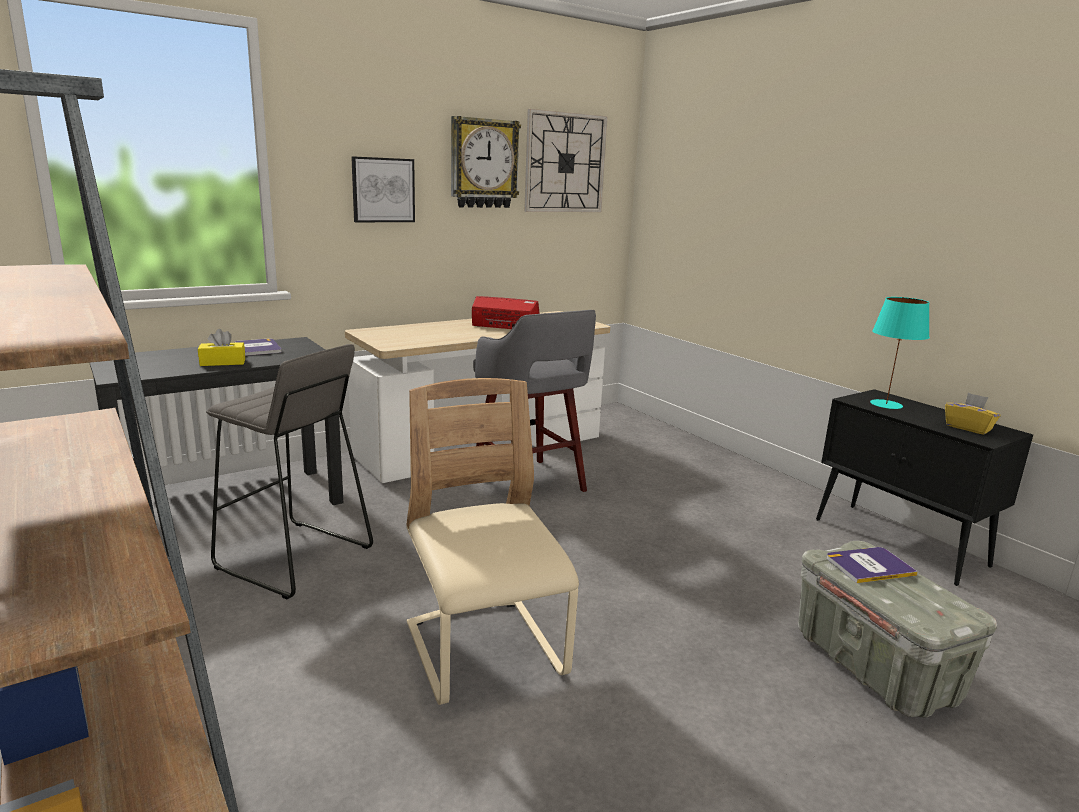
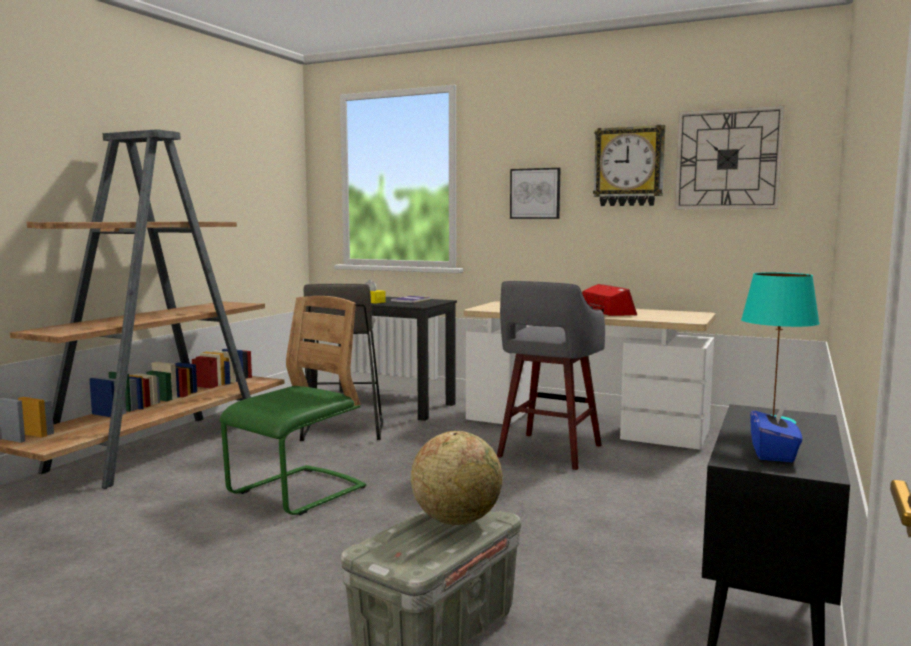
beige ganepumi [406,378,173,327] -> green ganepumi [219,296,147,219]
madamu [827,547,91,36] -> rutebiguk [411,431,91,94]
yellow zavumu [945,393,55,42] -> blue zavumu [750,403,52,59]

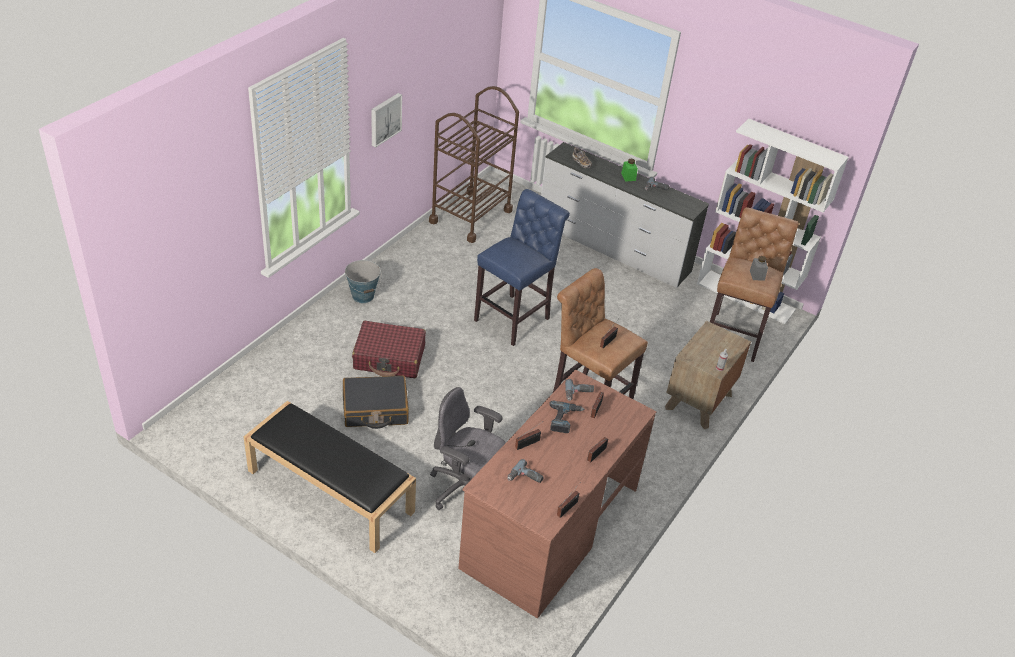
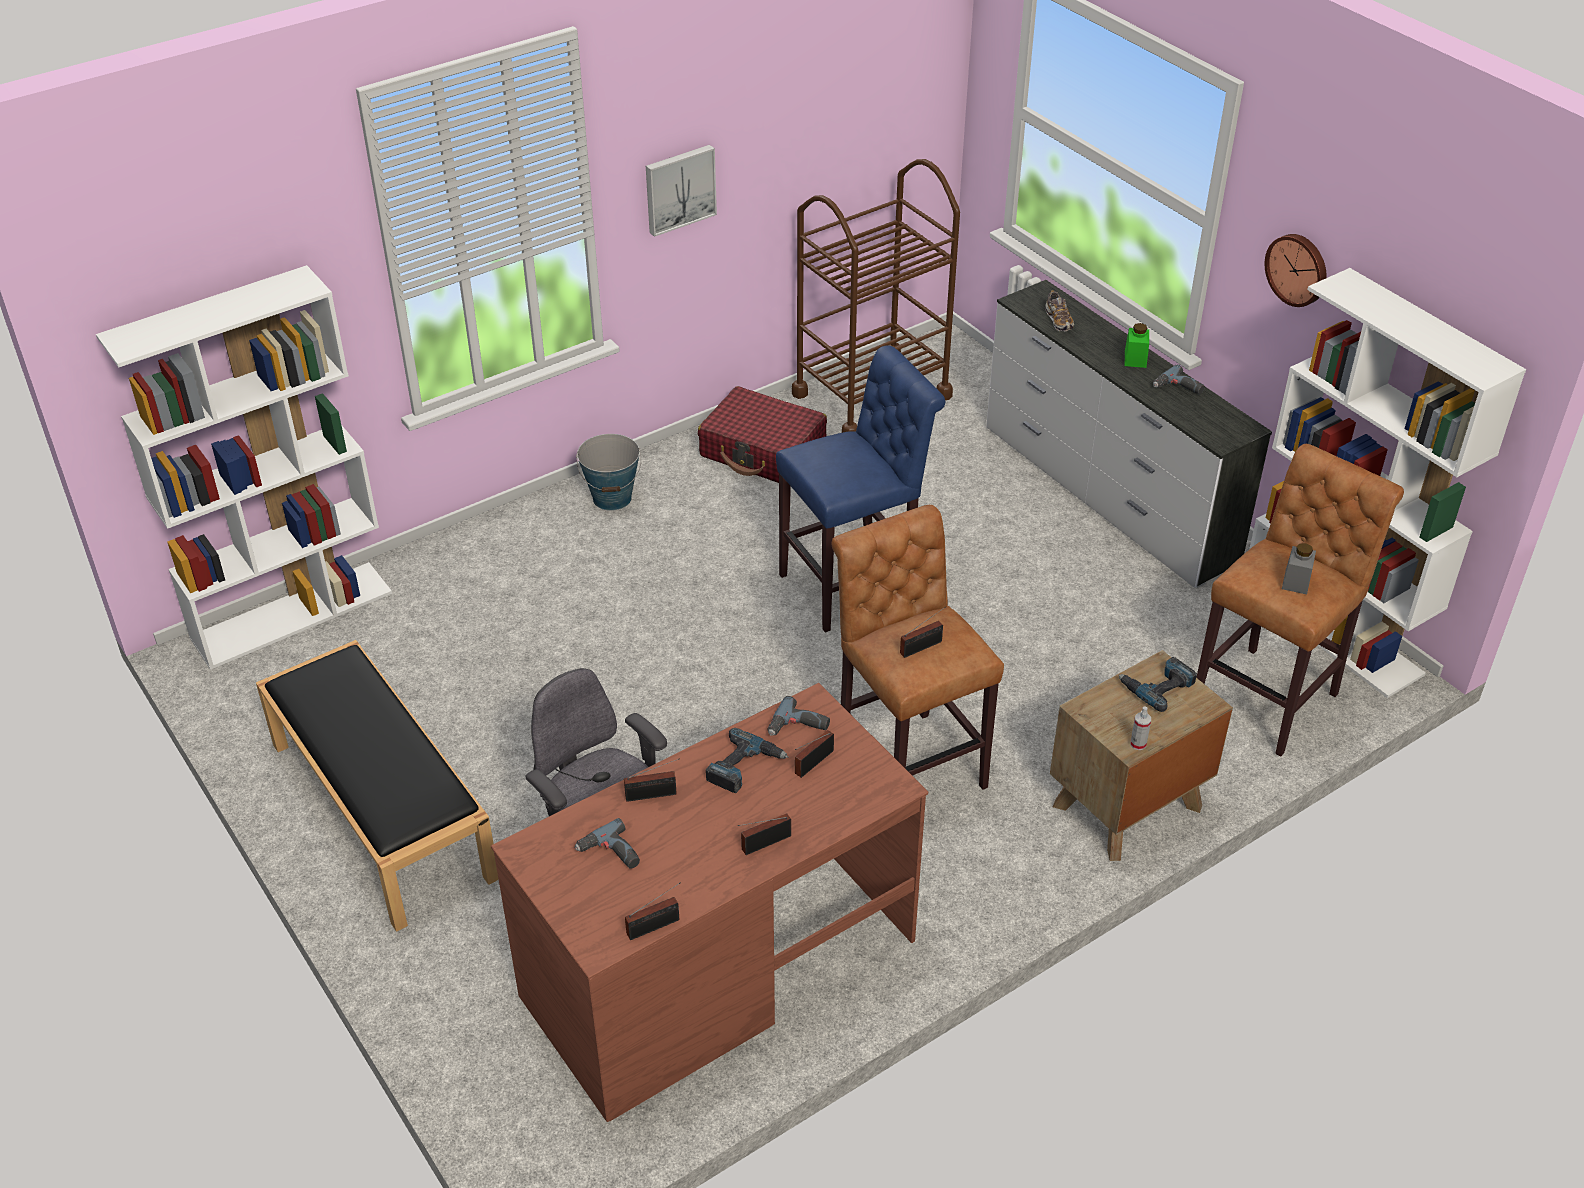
none -> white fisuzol [96,265,296,405]
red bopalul [352,321,74,57] -> red bopalul [698,386,129,97], shifted
none -> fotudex [1119,657,78,55]
none -> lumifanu [1265,234,62,73]
black bopalul [343,375,66,54] -> none

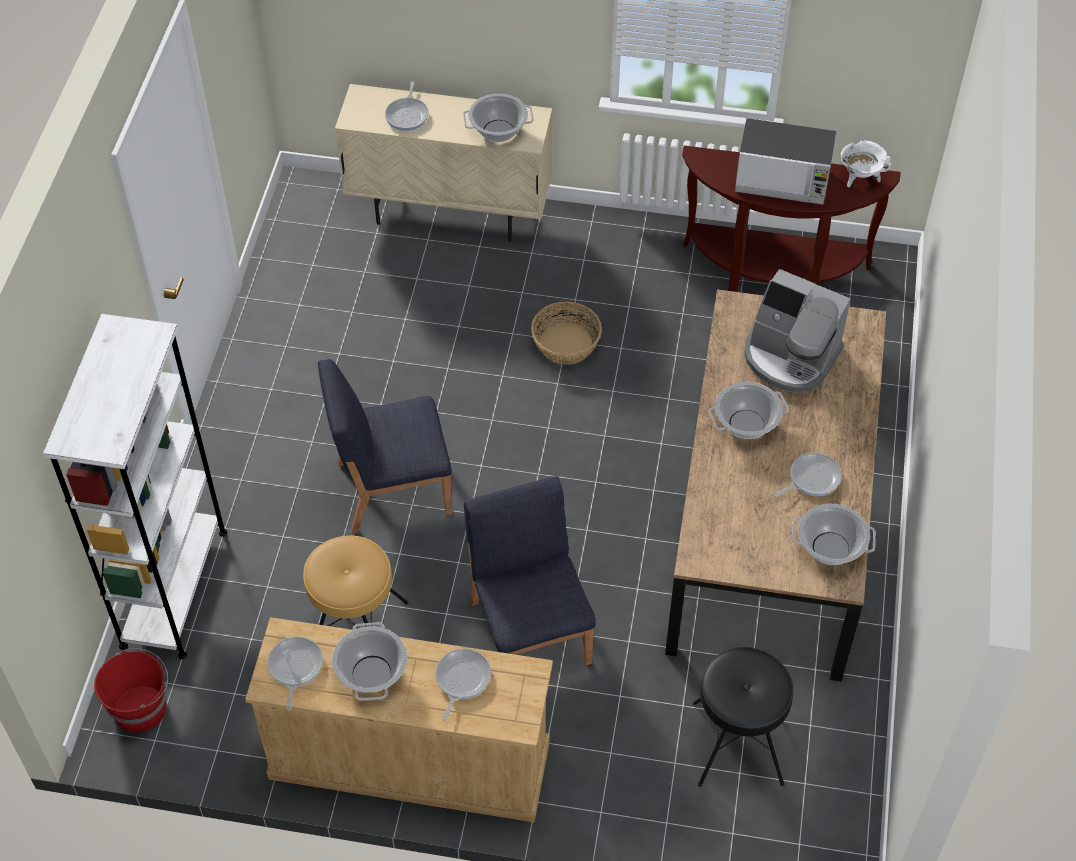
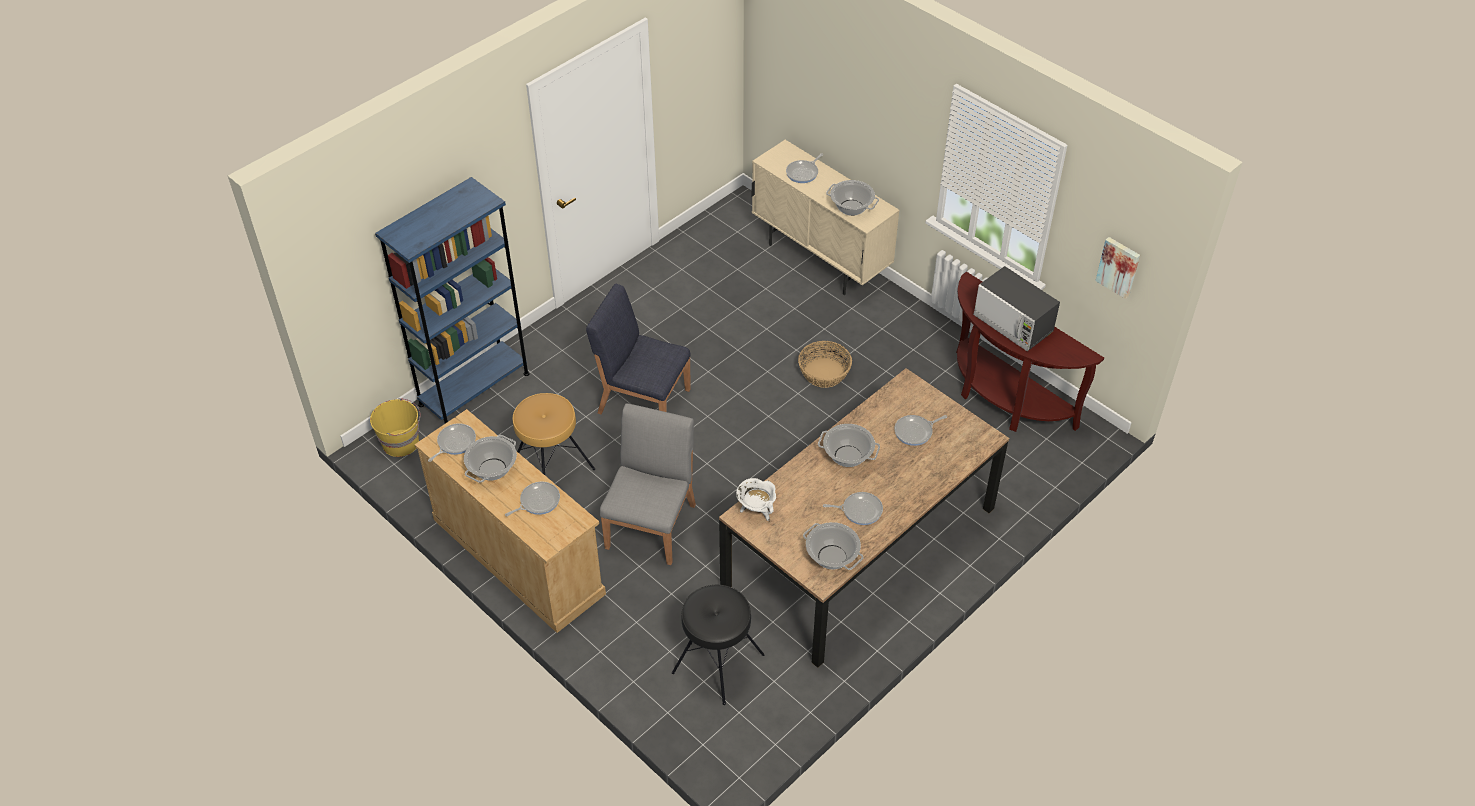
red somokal [94,648,74,85] -> yellow somokal [370,398,50,59]
white fisuzol [43,314,184,345] -> blue fisuzol [375,177,154,246]
blue ganepumi [464,476,131,189] -> grey ganepumi [600,403,96,162]
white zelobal [841,140,50,48] -> white zelobal [736,478,40,43], shifted
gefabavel [744,269,107,124] -> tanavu [894,415,53,31]
none -> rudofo [1095,237,45,62]

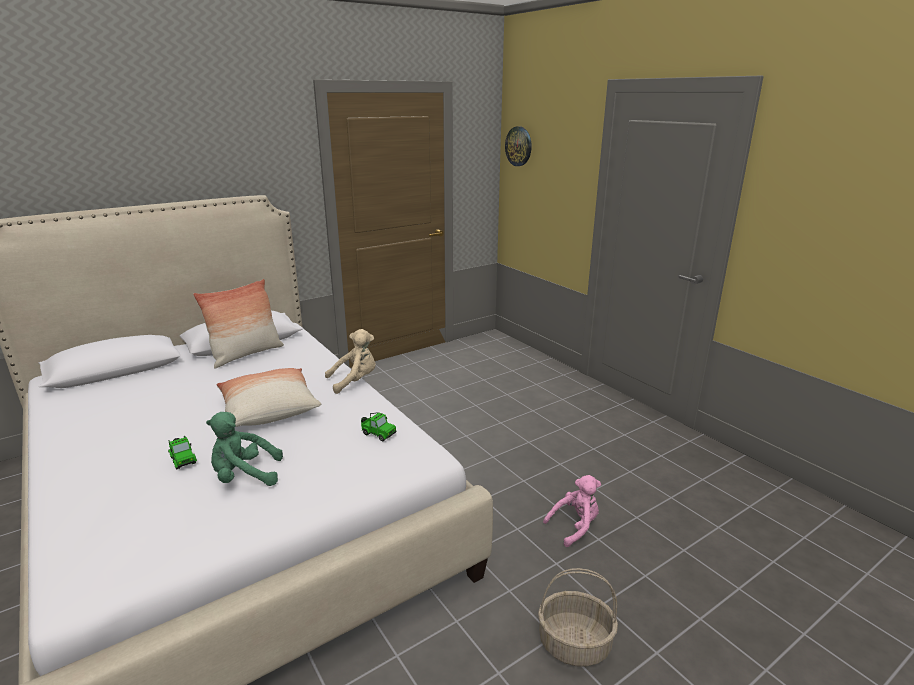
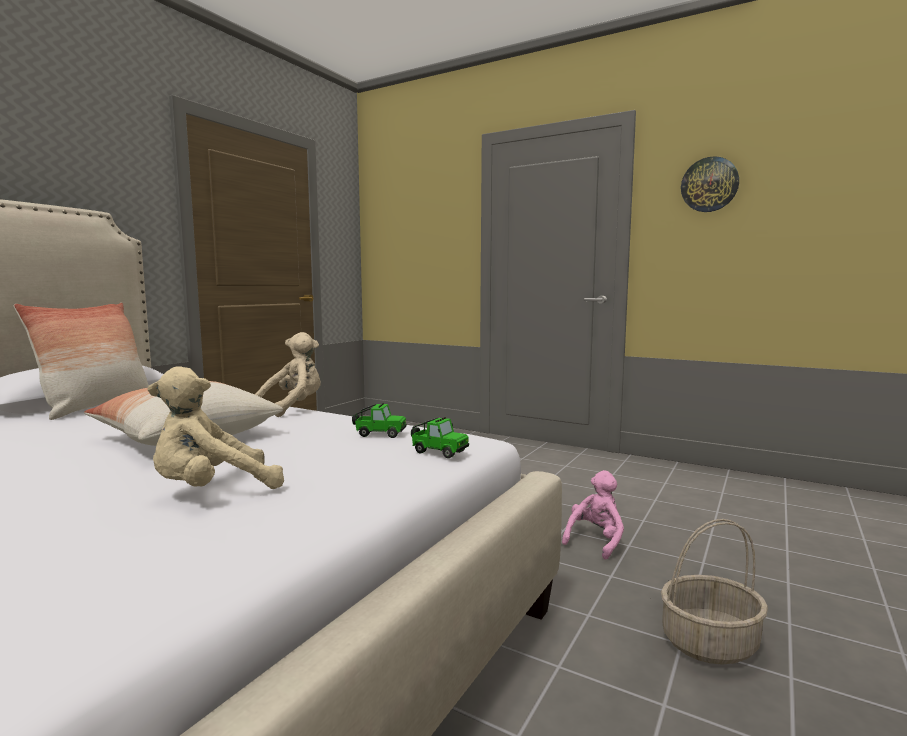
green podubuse [206,412,77,74] -> beige podubuse [148,366,136,123]
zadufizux [168,436,29,33] -> zadufizux [411,417,58,41], shifted
lumifanu [505,126,27,40] -> lumifanu [681,156,58,56], shifted

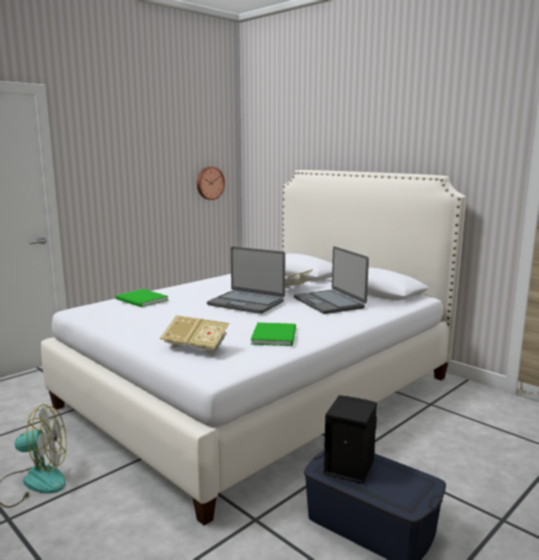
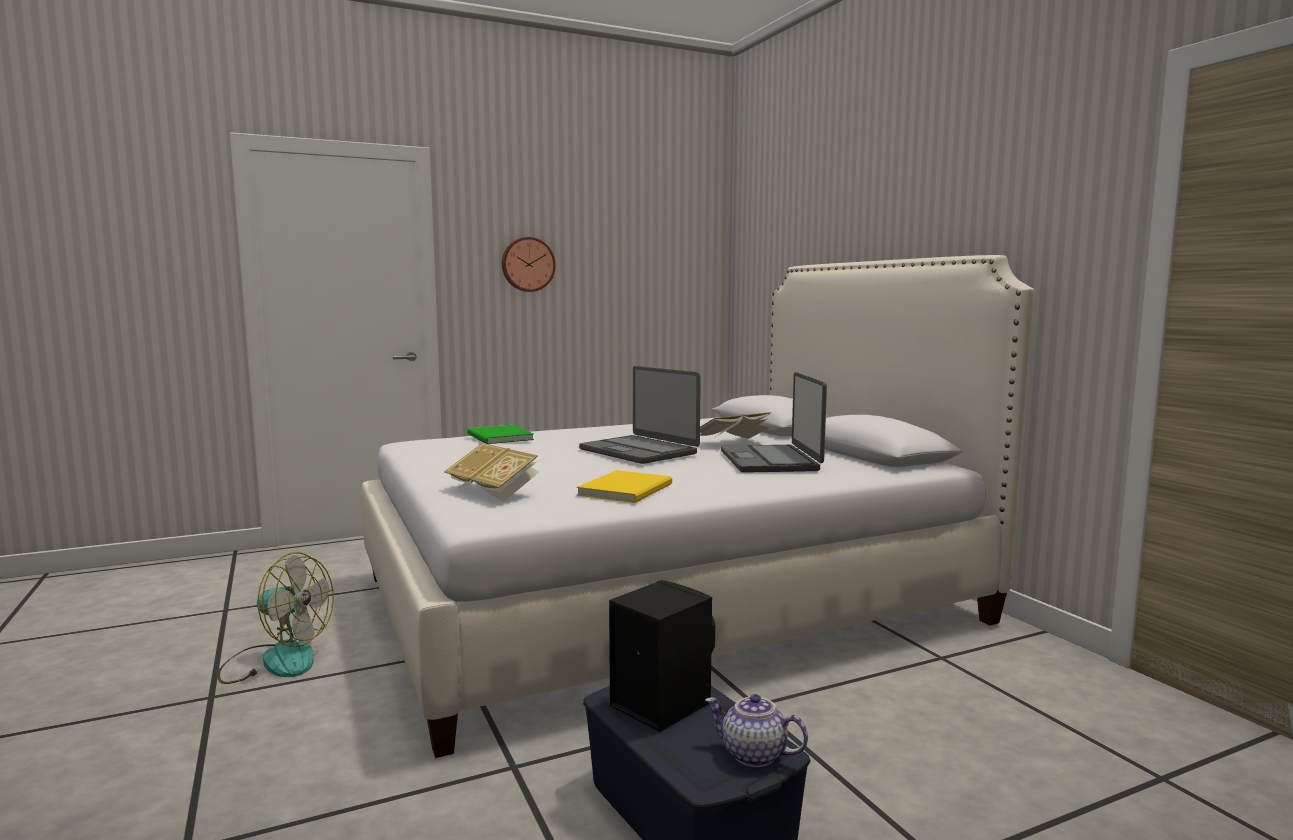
lumifanu [197,167,28,33] -> lumifanu [502,237,54,55], shifted
green madamu [251,322,45,24] -> yellow madamu [577,470,95,33]
none -> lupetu [705,694,103,73]

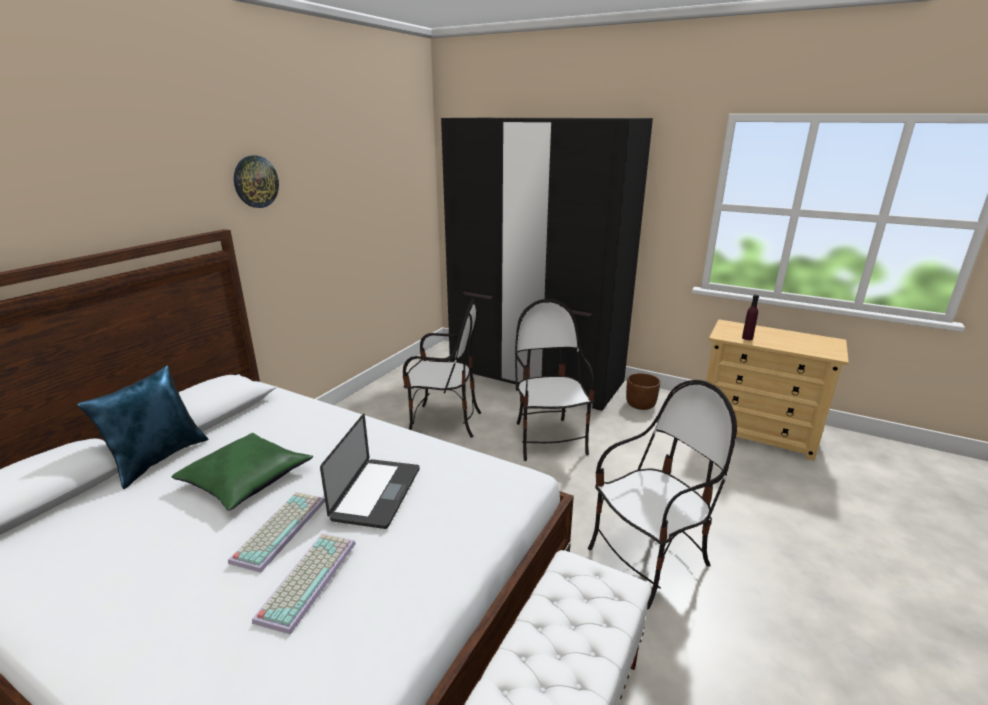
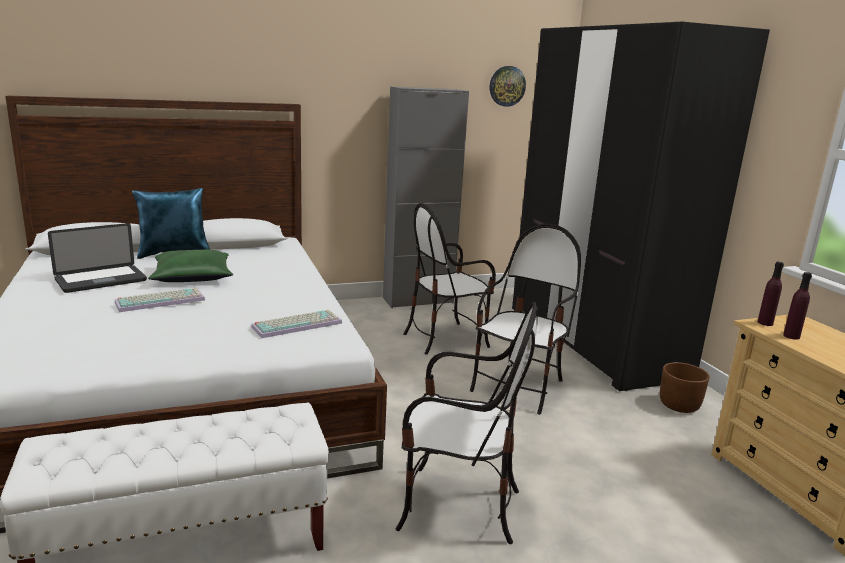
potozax [320,414,99,115] -> potozax [48,223,99,70], shifted
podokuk [252,533,104,102] -> podokuk [251,310,91,28], shifted
none -> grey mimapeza [383,86,86,222]
ganepumi [403,299,78,139] -> ganepumi [403,203,93,152], 105 degrees clockwise
lumifanu [234,155,45,53] -> lumifanu [490,66,36,41], shifted
none -> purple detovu [758,262,26,64]

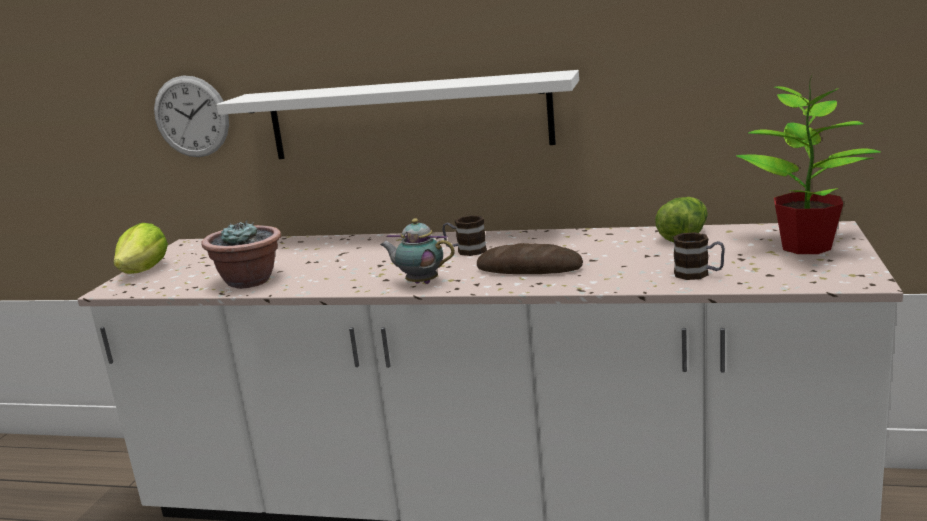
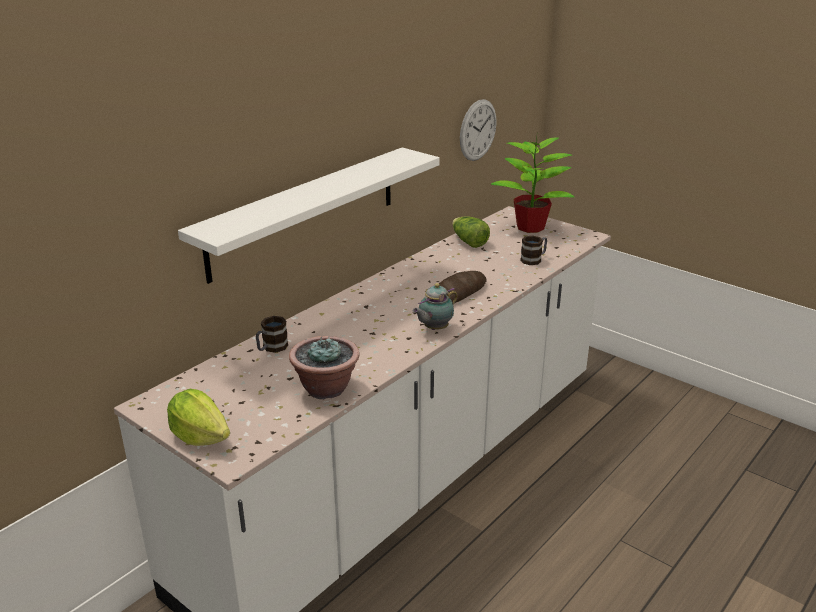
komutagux [442,215,45,41] -> komutagux [256,316,32,37], shifted
lumifanu [154,75,75,82] -> lumifanu [460,99,37,62], shifted

